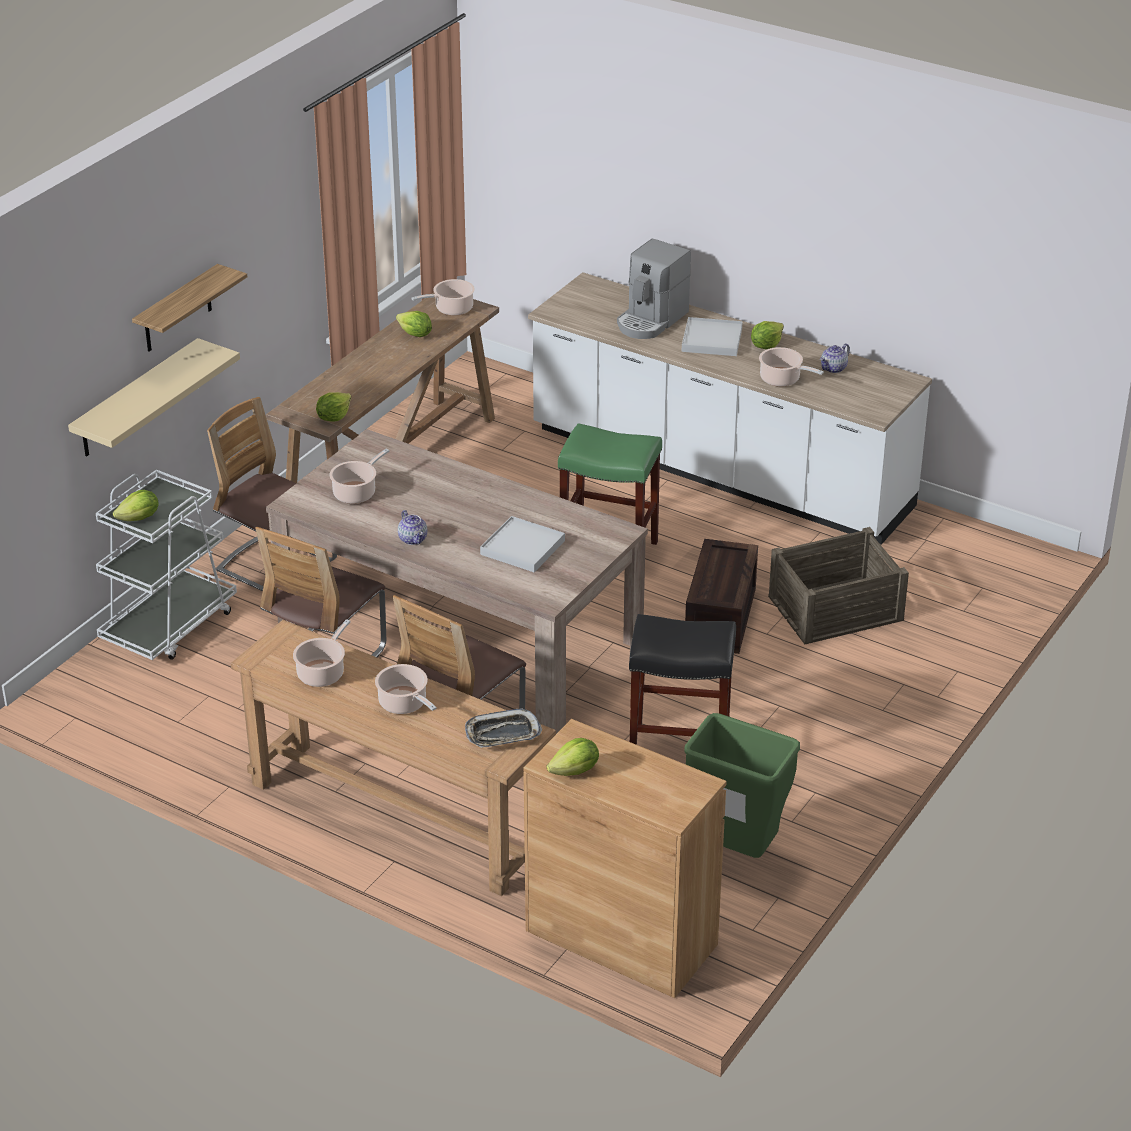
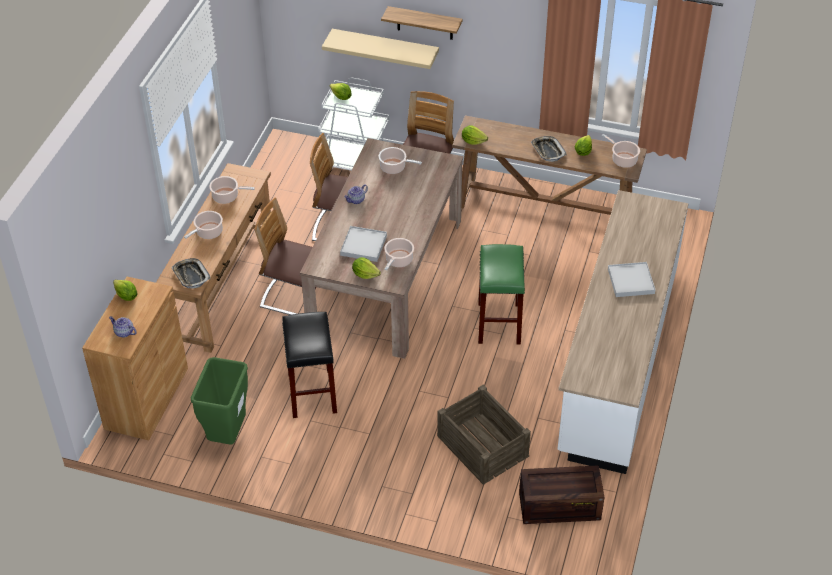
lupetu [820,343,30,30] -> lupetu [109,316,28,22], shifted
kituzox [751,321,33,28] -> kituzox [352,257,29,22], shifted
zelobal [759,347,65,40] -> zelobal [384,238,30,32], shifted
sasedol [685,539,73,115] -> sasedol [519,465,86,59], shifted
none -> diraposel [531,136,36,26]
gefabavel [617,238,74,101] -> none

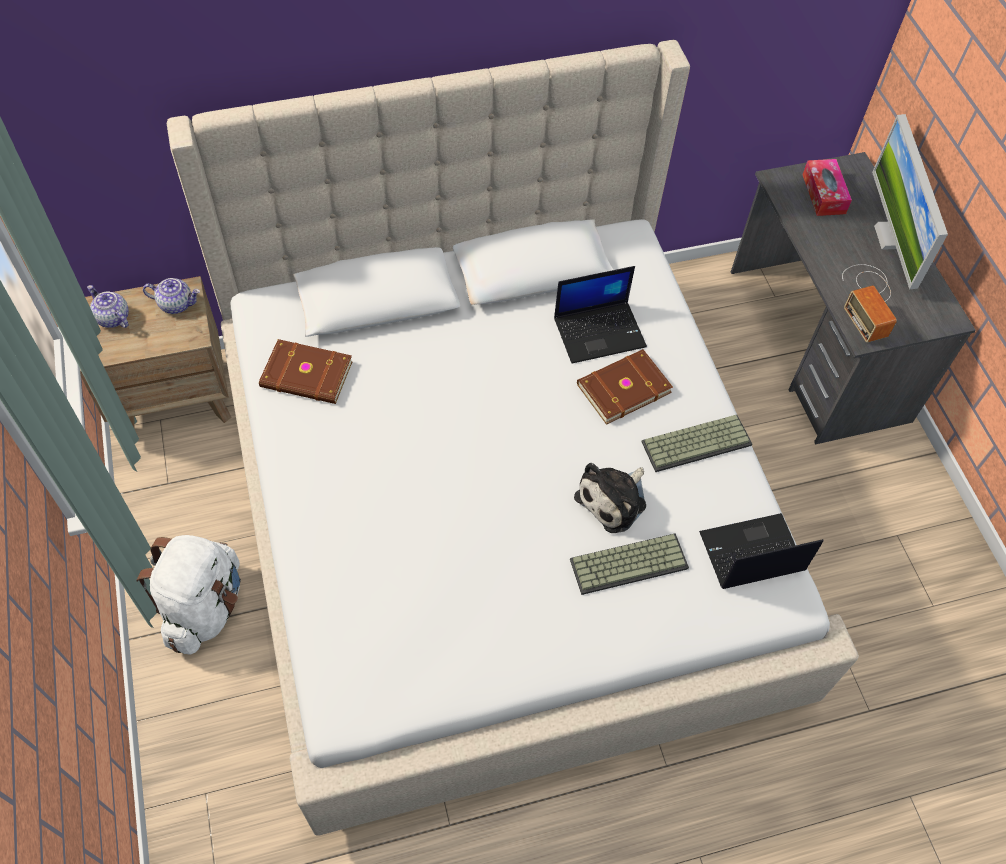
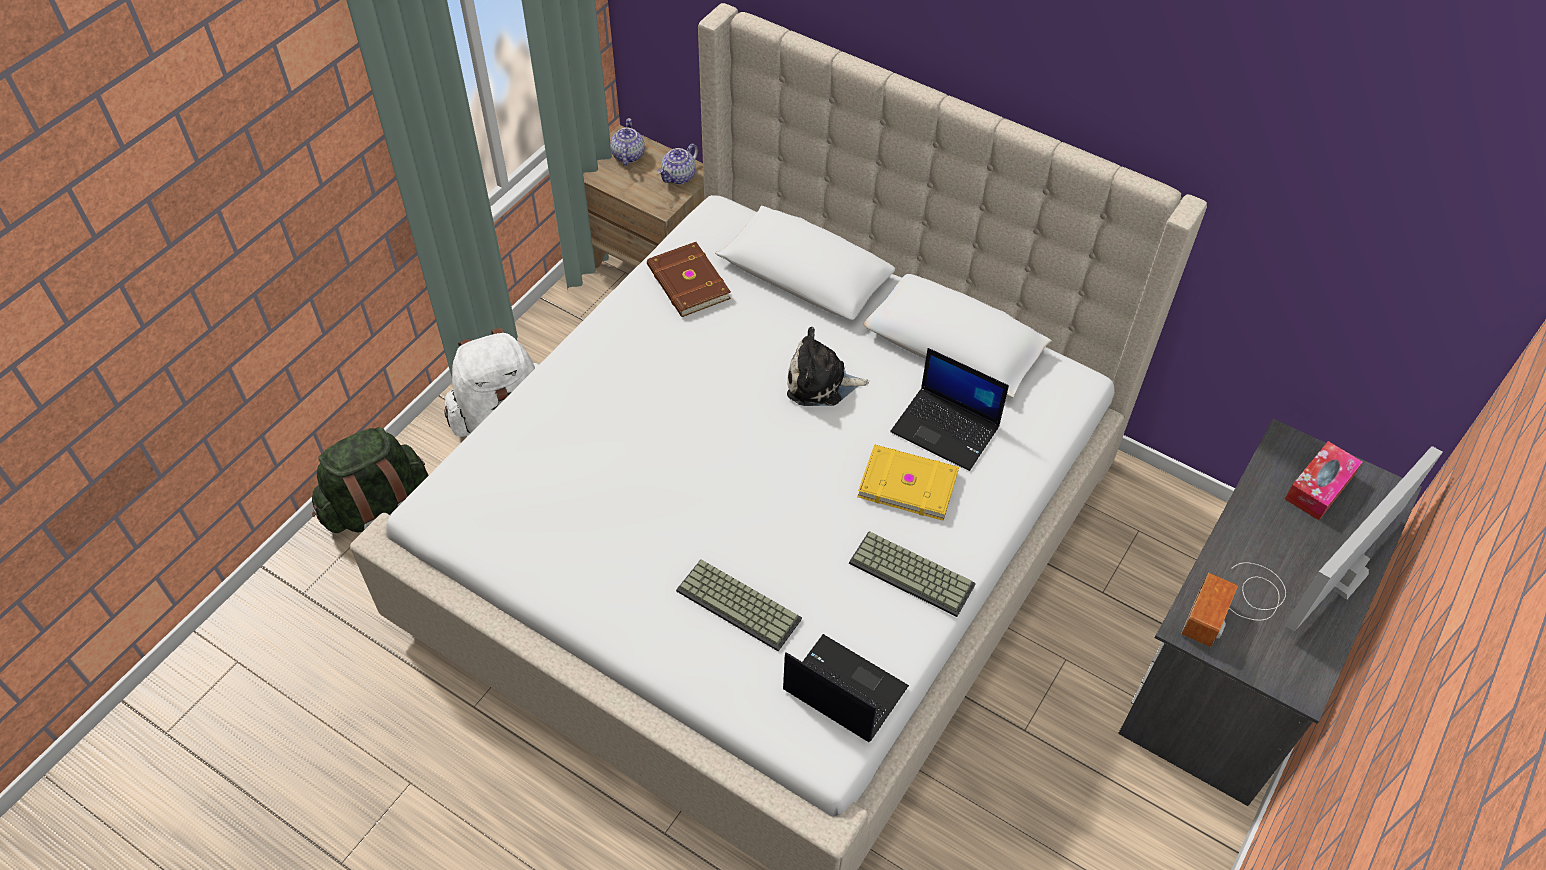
none -> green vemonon [312,427,117,106]
lupetu [143,278,57,36] -> lupetu [657,144,41,40], 75 degrees clockwise
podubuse [574,463,72,70] -> podubuse [787,327,82,79], shifted
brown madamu [577,349,96,76] -> yellow madamu [857,444,102,77]

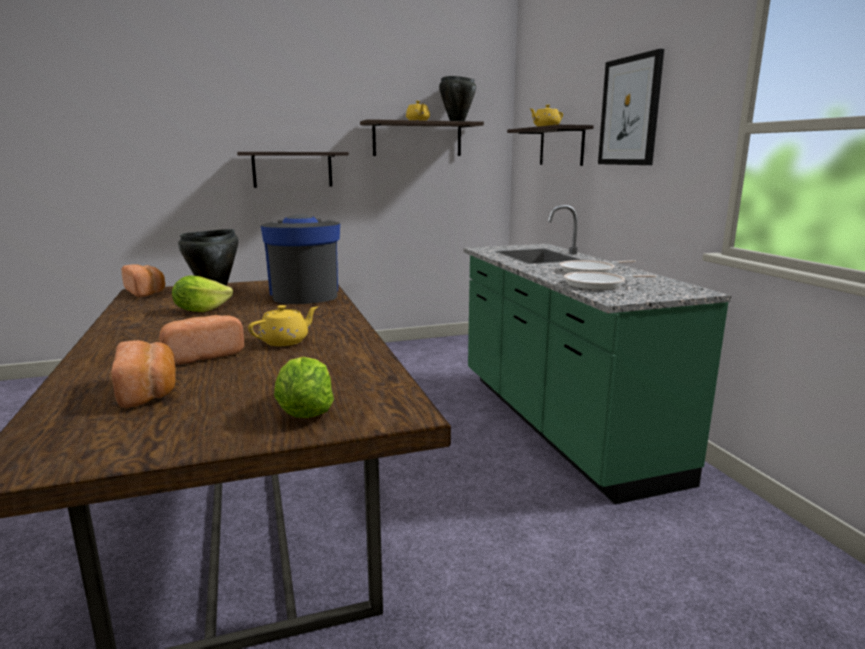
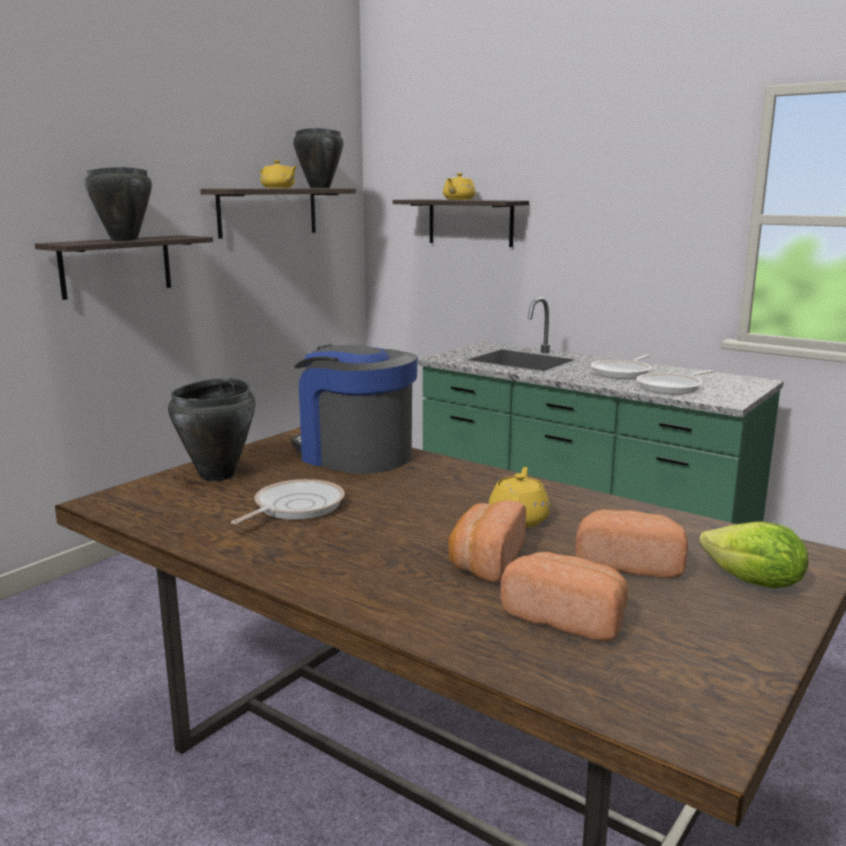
none -> black zelobal [85,167,67,74]
kituzox [172,276,61,36] -> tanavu [231,479,114,46]
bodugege [122,264,43,33] -> bodugege [575,509,113,69], shifted
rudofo [598,49,66,116] -> none

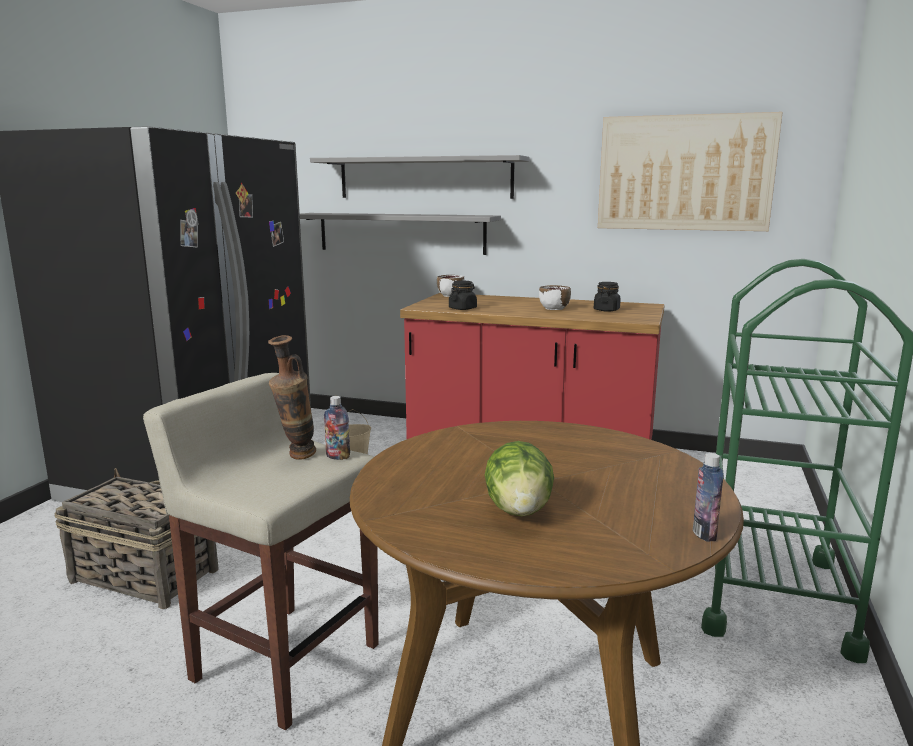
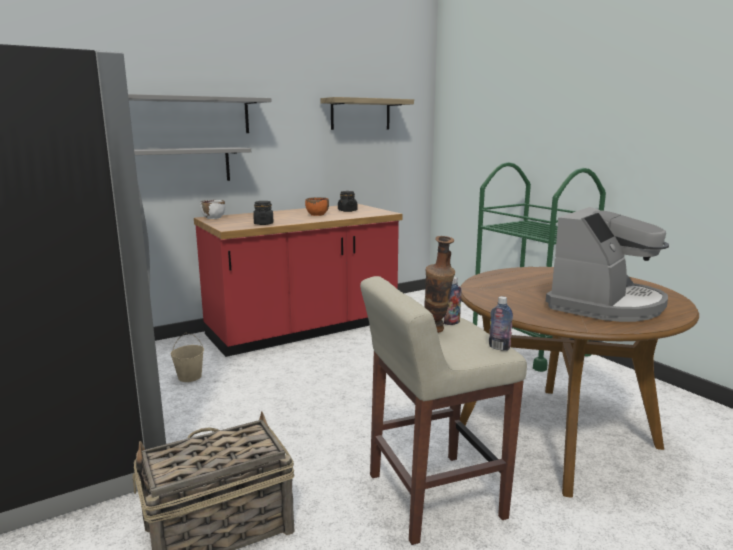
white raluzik [539,285,32,25] -> orange raluzik [305,197,24,19]
rudofo [598,112,185,119] -> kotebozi [321,97,93,33]
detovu [693,453,31,89] -> detovu [489,296,24,55], shifted
kituzox [485,441,69,75] -> gefabavel [546,207,123,115]

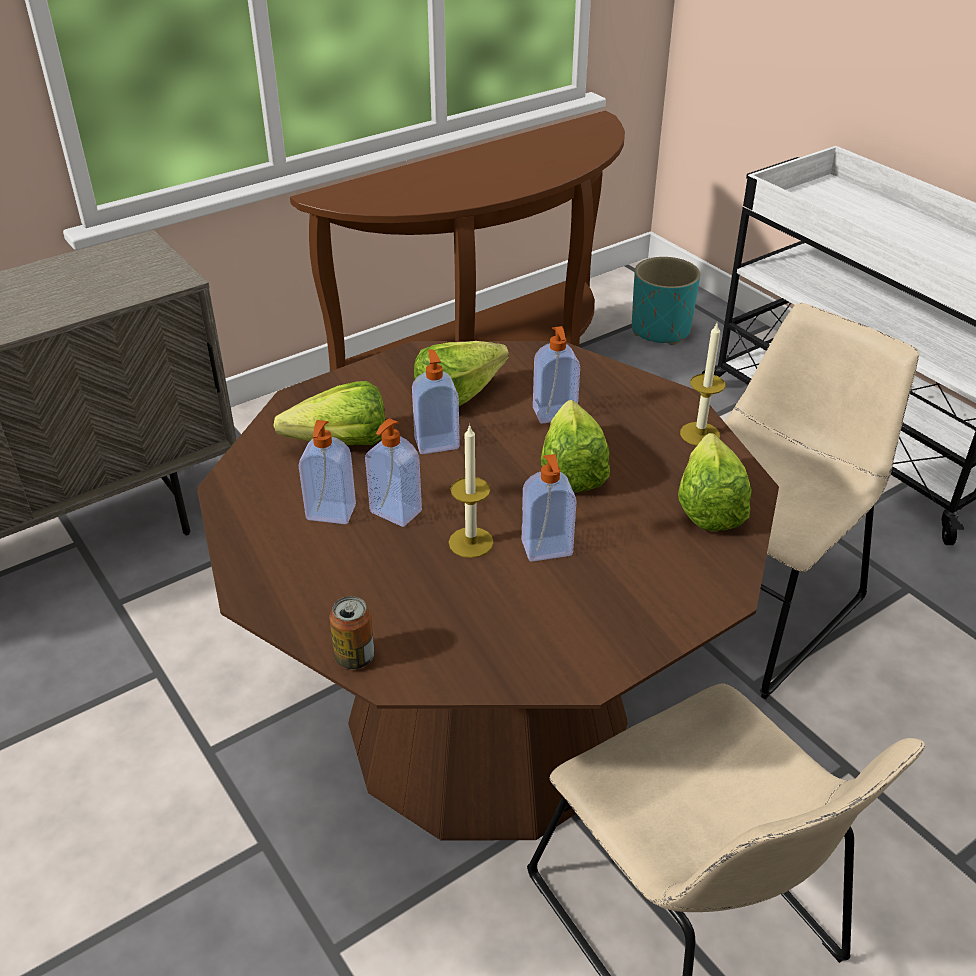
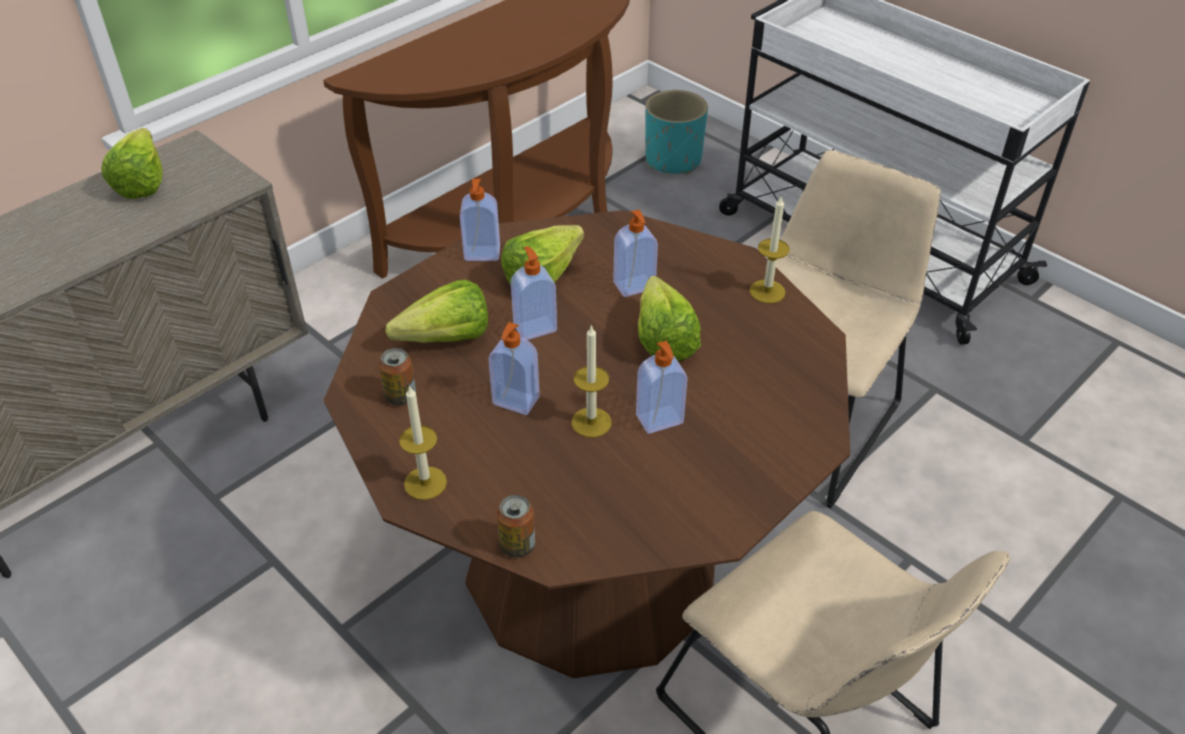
kituzox [678,433,74,98] -> kituzox [101,128,62,71], shifted
none -> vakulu [379,348,37,57]
none -> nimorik [399,385,48,115]
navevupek [299,420,57,104] -> navevupek [460,179,40,82], shifted

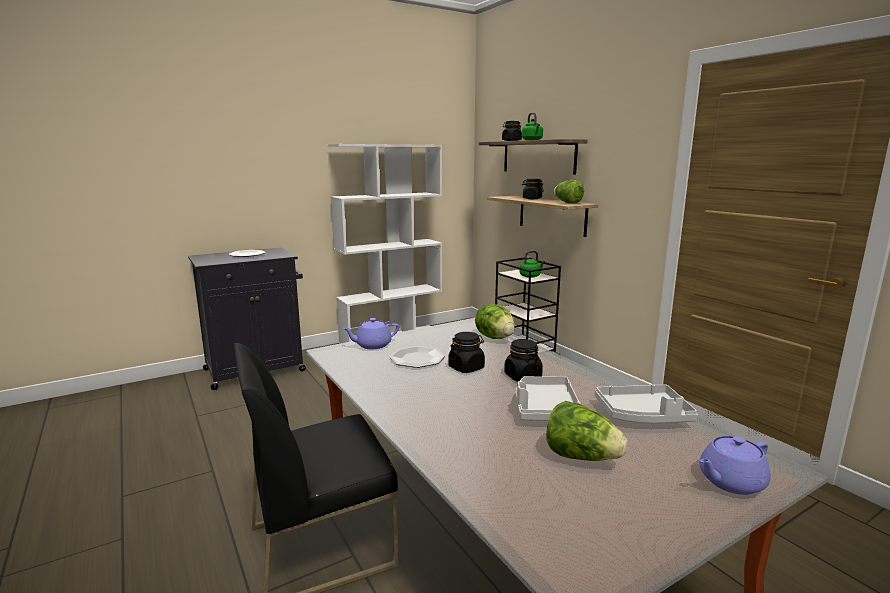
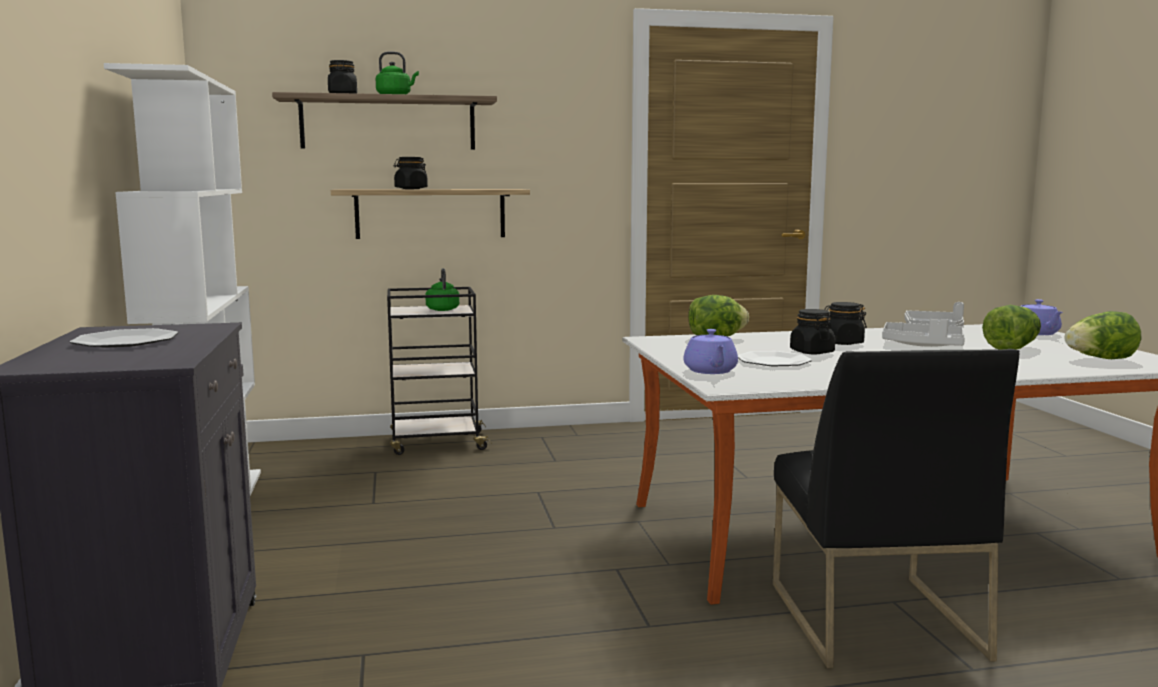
kituzox [554,179,30,25] -> kituzox [1065,311,76,48], shifted

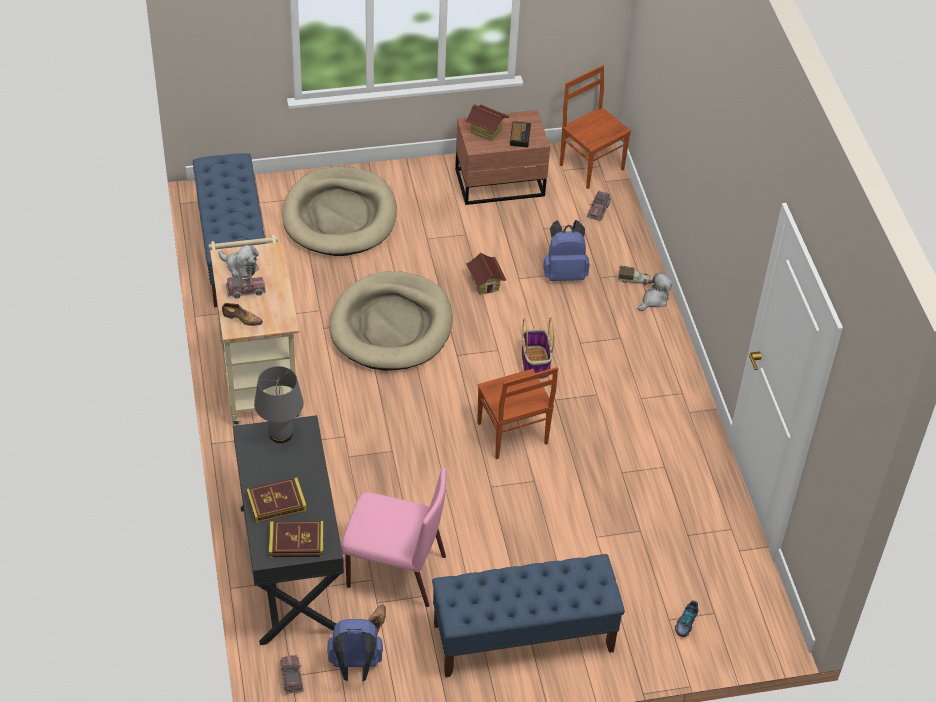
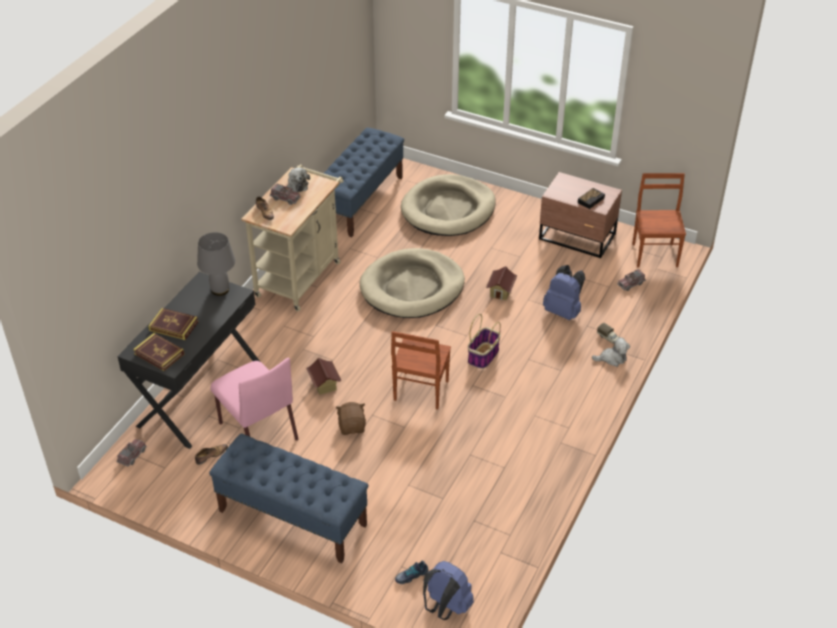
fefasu [465,104,44,38] -> fefasu [306,358,36,37], shifted
none -> brown podubuse [336,402,30,33]
blue vemonon [327,619,56,62] -> blue vemonon [423,561,51,59], shifted

